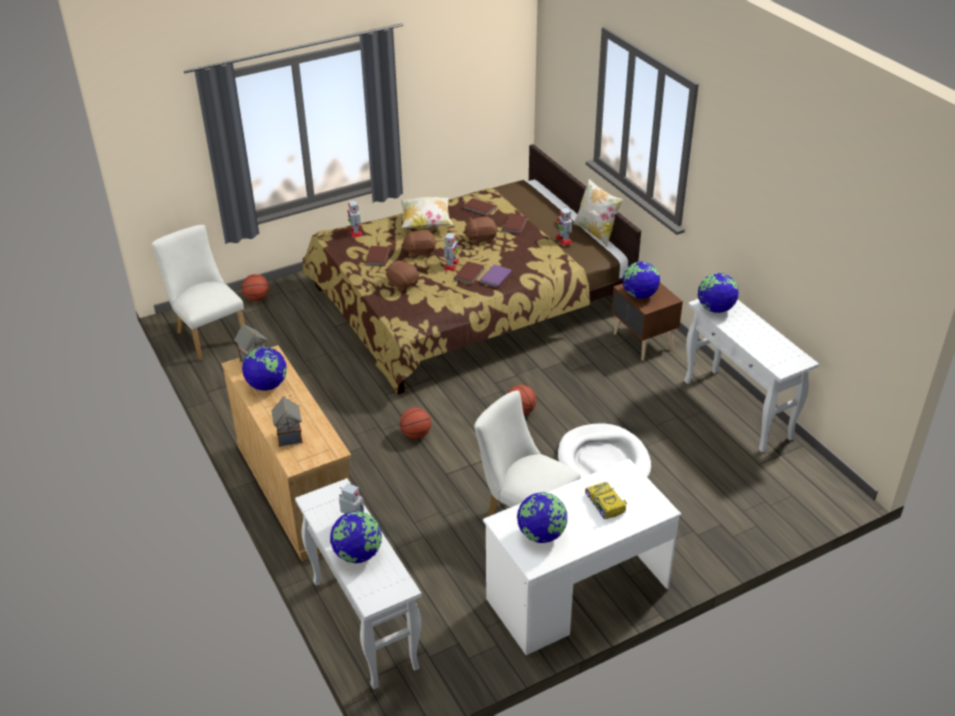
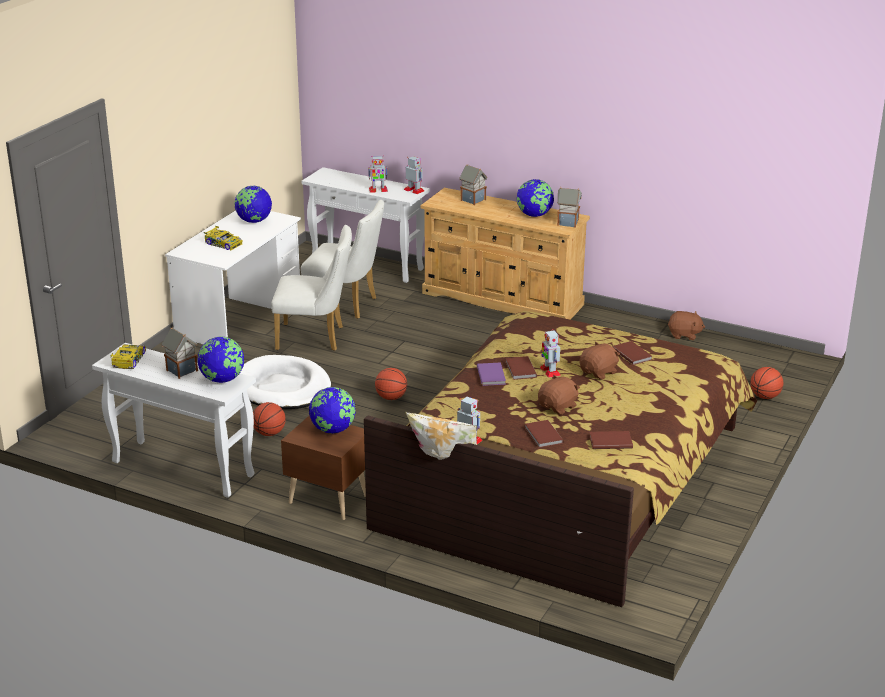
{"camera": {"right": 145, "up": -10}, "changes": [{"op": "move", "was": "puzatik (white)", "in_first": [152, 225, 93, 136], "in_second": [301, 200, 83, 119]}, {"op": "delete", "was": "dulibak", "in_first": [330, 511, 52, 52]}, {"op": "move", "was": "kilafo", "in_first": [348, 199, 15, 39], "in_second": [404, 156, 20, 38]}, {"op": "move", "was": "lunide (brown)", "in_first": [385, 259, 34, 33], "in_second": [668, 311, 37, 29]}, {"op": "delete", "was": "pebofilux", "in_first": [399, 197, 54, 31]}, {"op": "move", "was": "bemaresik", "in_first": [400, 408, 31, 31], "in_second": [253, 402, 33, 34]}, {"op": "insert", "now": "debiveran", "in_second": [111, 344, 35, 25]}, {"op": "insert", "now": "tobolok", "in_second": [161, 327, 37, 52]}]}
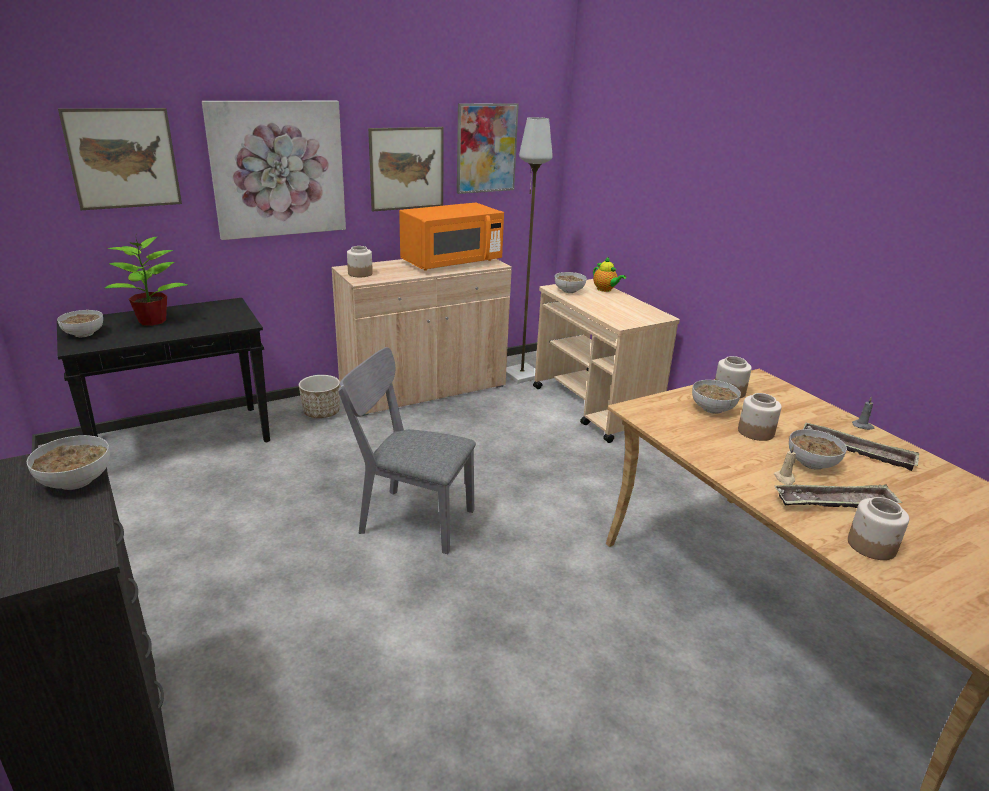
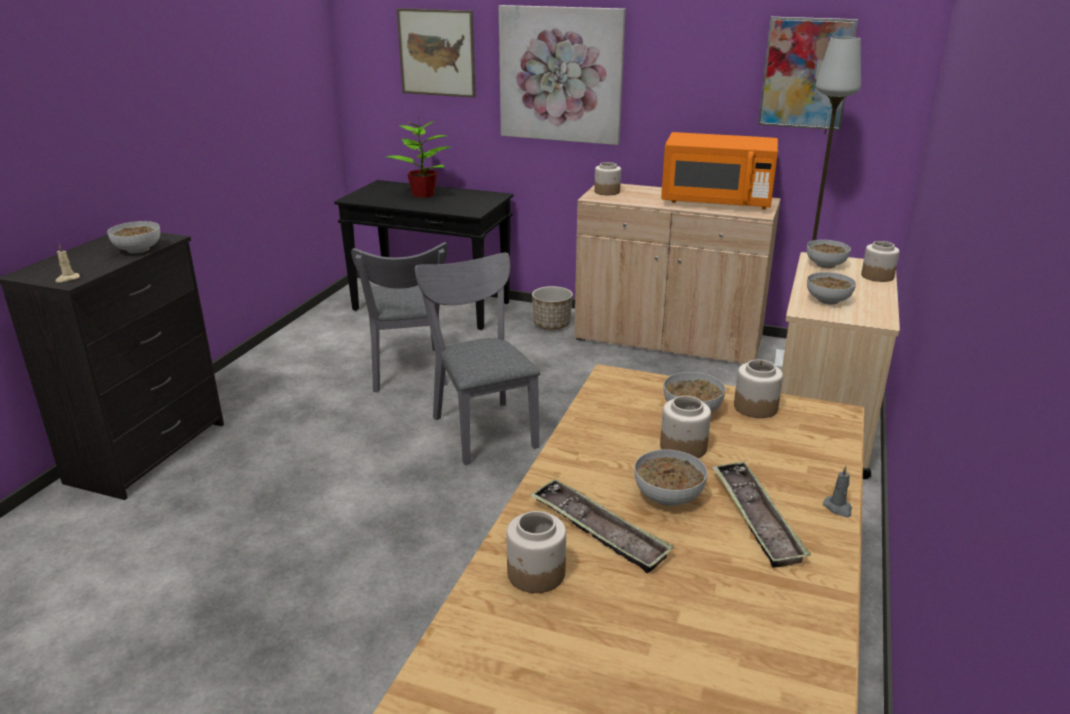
{"camera": {"right": 50, "up": 0}, "changes": [{"op": "move", "was": "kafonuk", "in_first": [57, 310, 46, 27], "in_second": [807, 272, 49, 32]}, {"op": "delete", "was": "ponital", "in_first": [368, 127, 76, 85]}, {"op": "replace", "was": "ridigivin", "now": "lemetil", "in_first": [593, 257, 33, 35], "in_second": [861, 241, 39, 41]}, {"op": "move", "was": "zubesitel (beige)", "in_first": [774, 446, 22, 39], "in_second": [55, 244, 25, 38]}, {"op": "insert", "now": "puzatik (grey)", "in_second": [351, 242, 97, 150]}]}
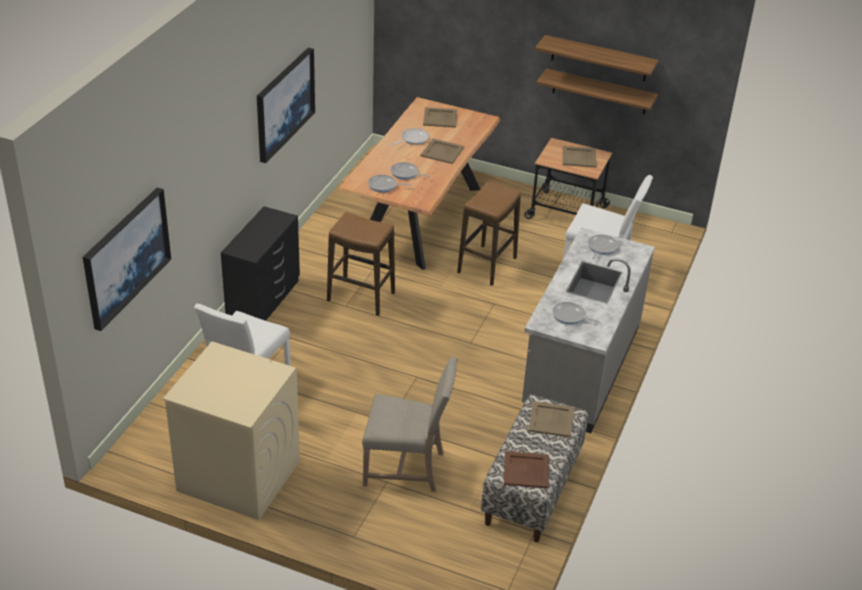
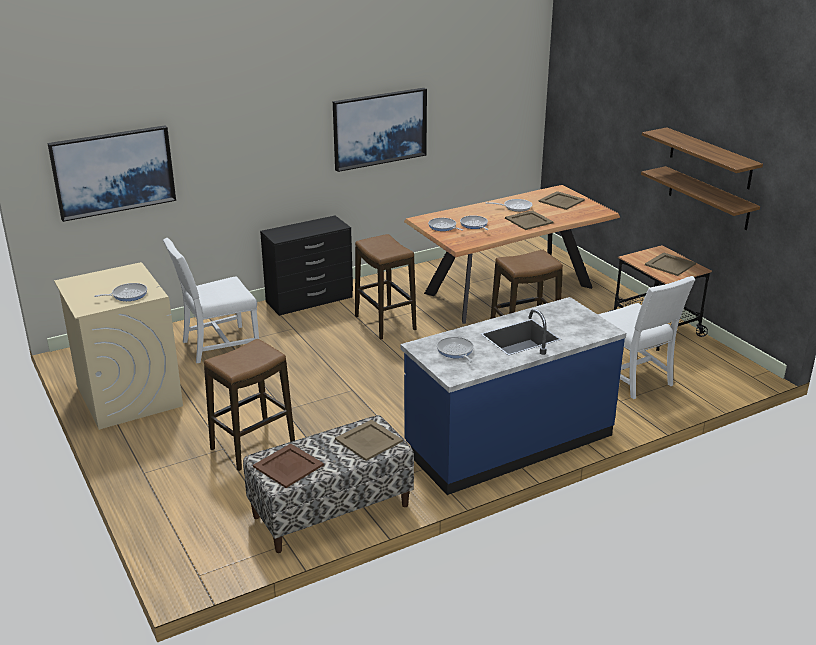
{"camera": {"right": 40, "up": -10}, "changes": [{"op": "replace", "was": "puzatik (beige)", "now": "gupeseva", "in_first": [362, 357, 95, 135], "in_second": [204, 339, 91, 132]}, {"op": "recolor", "was": "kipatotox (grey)", "now": "kipatotox (blue)", "in_first": [522, 228, 133, 205], "in_second": [400, 297, 226, 198]}, {"op": "move", "was": "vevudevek", "in_first": [588, 235, 30, 24], "in_second": [94, 283, 53, 18]}]}
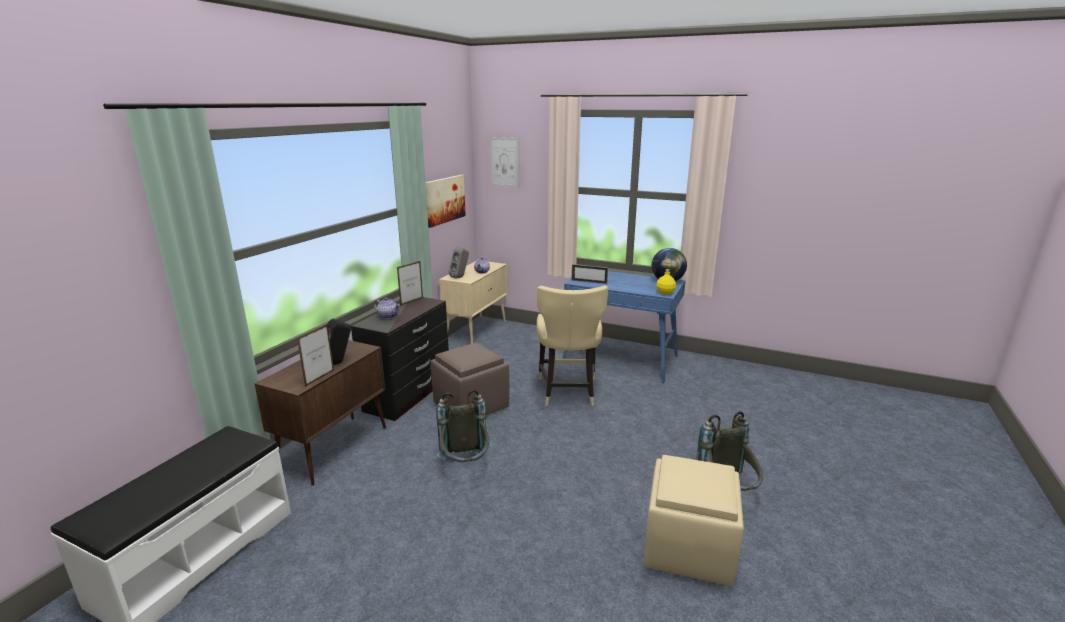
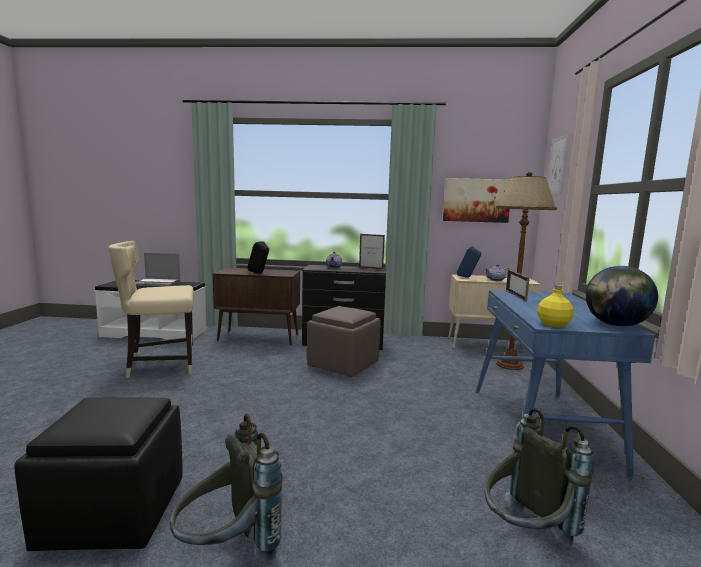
{"camera": {"right": 70, "up": -10}, "changes": [{"op": "delete", "was": "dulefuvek", "in_first": [297, 324, 37, 63]}, {"op": "move", "was": "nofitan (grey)", "in_first": [436, 390, 53, 72], "in_second": [484, 408, 110, 139]}, {"op": "recolor", "was": "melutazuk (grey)", "now": "melutazuk (blue)", "in_first": [449, 246, 20, 33], "in_second": [457, 246, 24, 31]}, {"op": "move", "was": "puzatik (beige)", "in_first": [537, 285, 71, 121], "in_second": [108, 241, 86, 137]}, {"op": "recolor", "was": "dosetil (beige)", "now": "dosetil (black)", "in_first": [644, 455, 100, 131], "in_second": [14, 398, 169, 153]}, {"op": "insert", "now": "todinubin", "in_second": [135, 253, 46, 34]}, {"op": "insert", "now": "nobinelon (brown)", "in_second": [496, 172, 61, 198]}]}
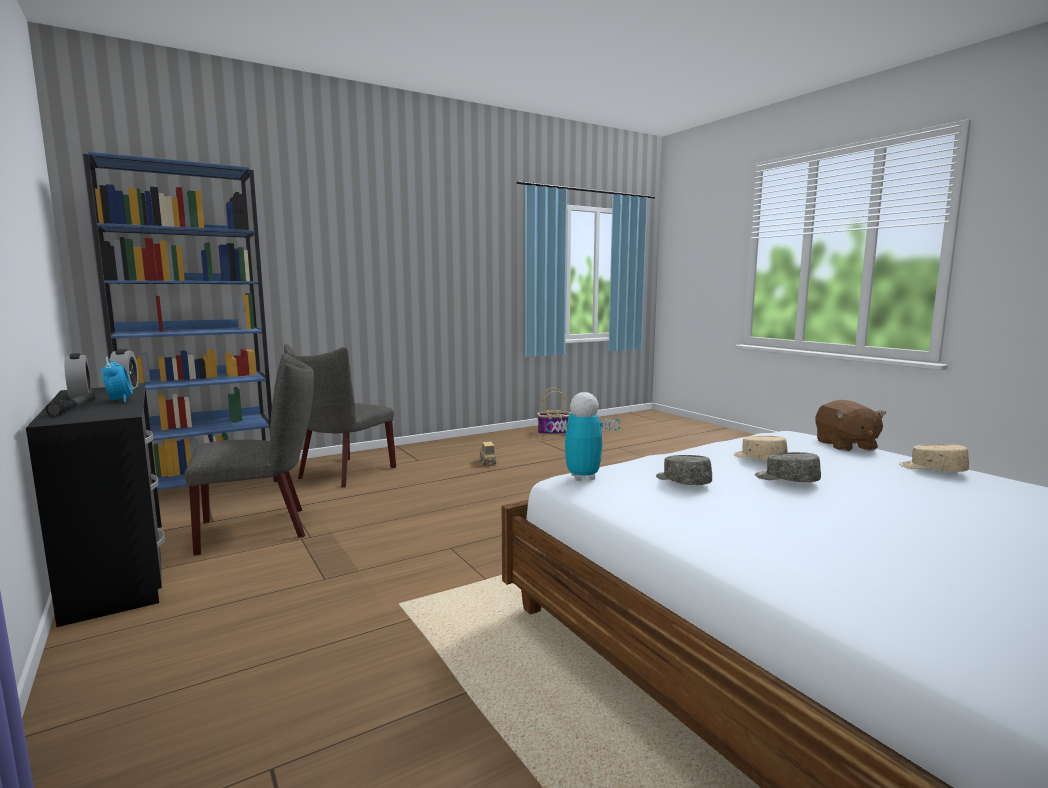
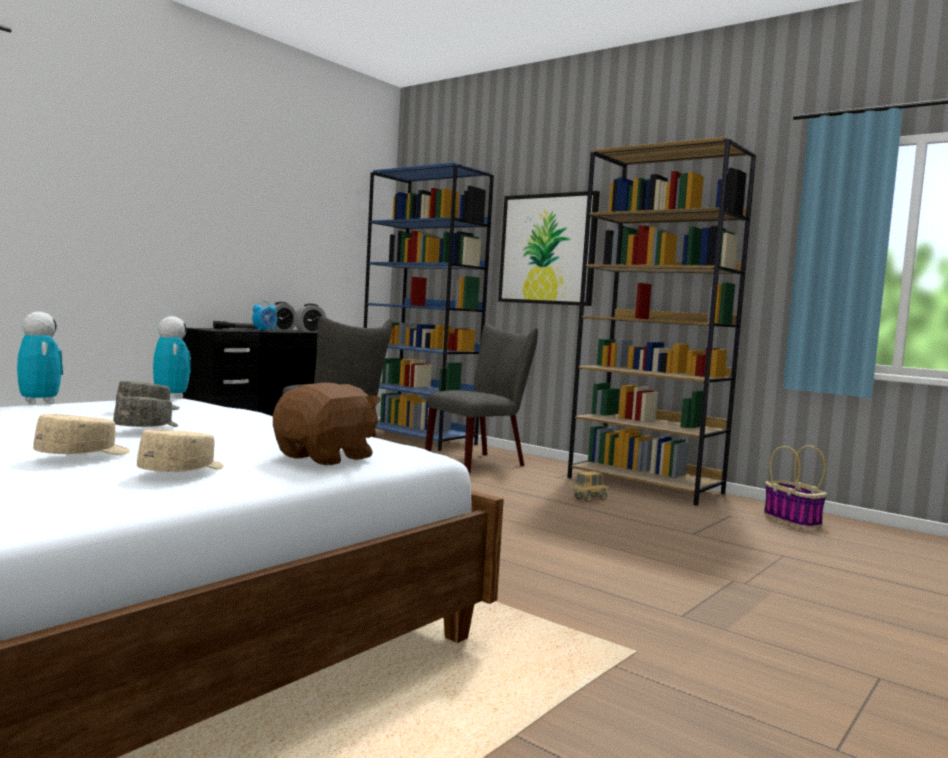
{"camera": {"right": 70, "up": -5}, "changes": [{"op": "rotate", "was": "puzatik (grey)", "in_first": [284, 344, 112, 144], "in_second": [425, 324, 113, 149], "clockwise": 135}, {"op": "move", "was": "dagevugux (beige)", "in_first": [734, 436, 54, 25], "in_second": [33, 414, 97, 41]}, {"op": "rotate", "was": "lunide (brown)", "in_first": [815, 400, 71, 51], "in_second": [273, 382, 108, 83], "clockwise": 150}, {"op": "insert", "now": "kilafo", "in_second": [17, 312, 46, 92]}, {"op": "insert", "now": "ponital", "in_second": [498, 191, 102, 115]}, {"op": "insert", "now": "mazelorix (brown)", "in_second": [567, 137, 189, 369]}]}
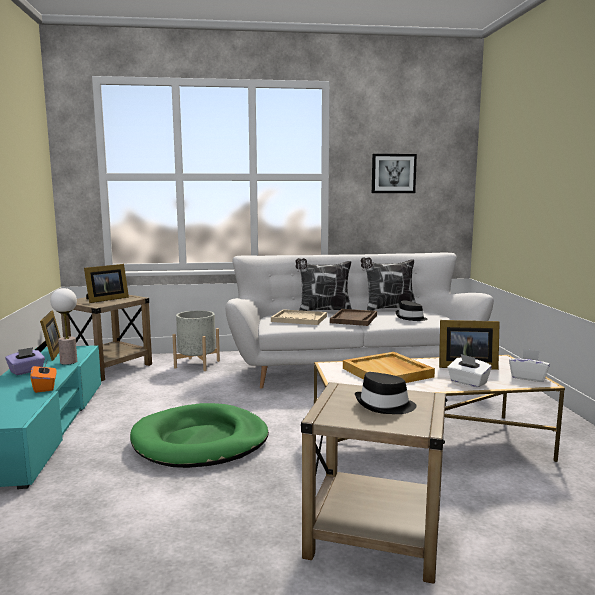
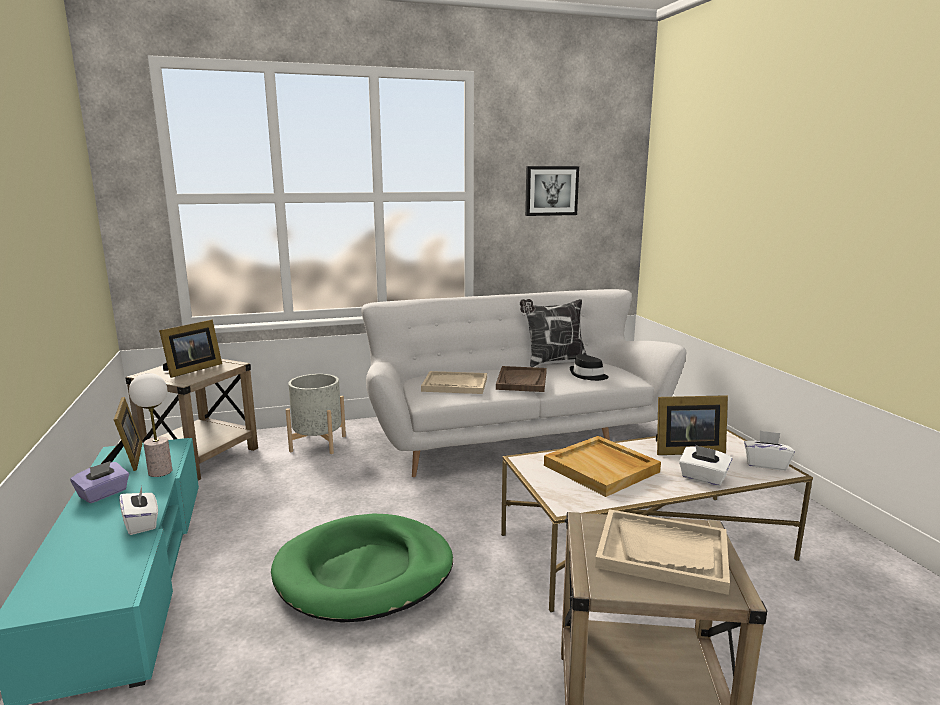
{"camera": {"right": -10, "up": 5}, "changes": [{"op": "recolor", "was": "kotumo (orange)", "now": "kotumo (white)", "in_first": [30, 362, 26, 31], "in_second": [119, 486, 39, 49]}, {"op": "delete", "was": "pebofilux", "in_first": [295, 258, 57, 53]}, {"op": "replace", "was": "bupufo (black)", "now": "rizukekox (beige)", "in_first": [355, 372, 62, 42], "in_second": [595, 509, 135, 86]}]}
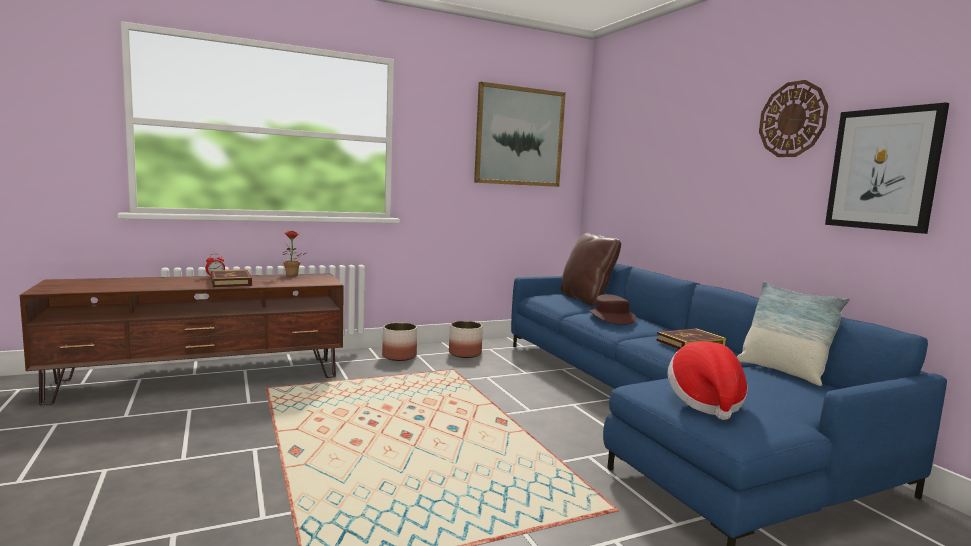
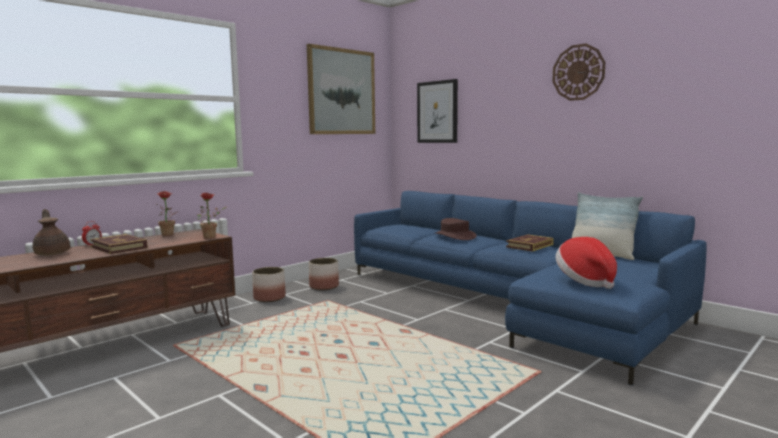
{"camera": {"right": -20, "up": 0}, "changes": [{"op": "delete", "was": "pebofilux (brown)", "in_first": [561, 233, 60, 73]}, {"op": "move", "was": "ponital", "in_first": [825, 102, 124, 132], "in_second": [417, 79, 41, 64]}, {"op": "insert", "now": "ridigivin (brown)", "in_second": [33, 209, 37, 46]}, {"op": "insert", "now": "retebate", "in_second": [197, 193, 30, 46]}]}
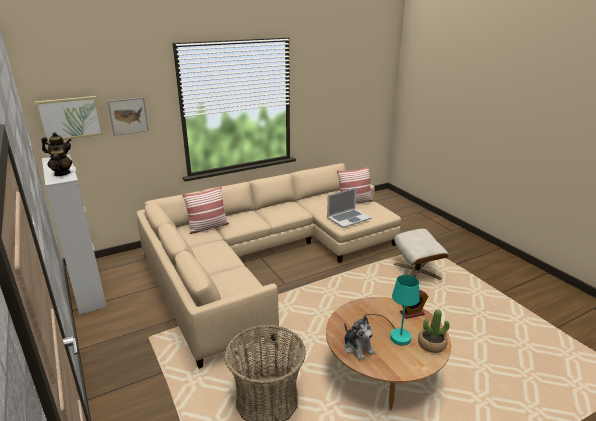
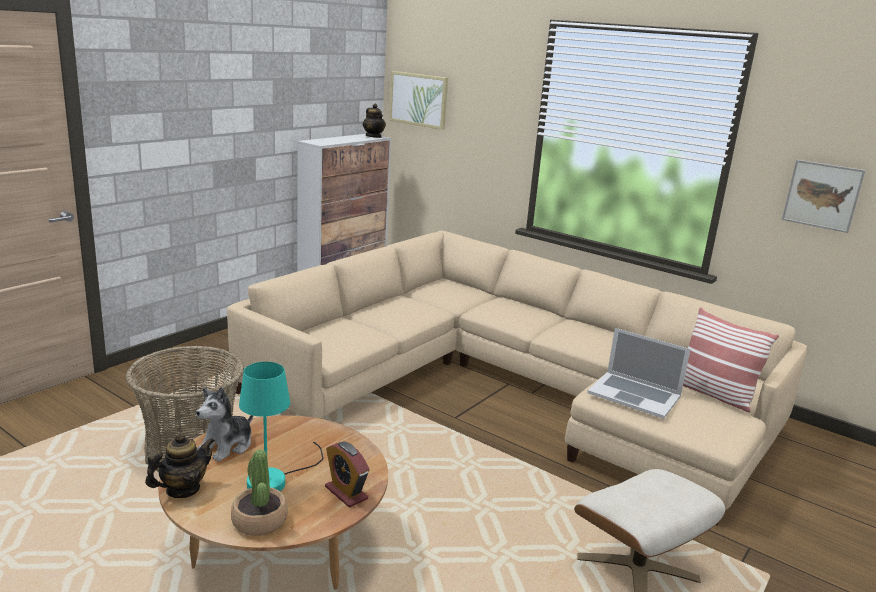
{"camera": {"right": 65, "up": -5}, "changes": [{"op": "move", "was": "ridigivin", "in_first": [47, 145, 25, 31], "in_second": [145, 433, 70, 65]}, {"op": "move", "was": "ponital", "in_first": [108, 97, 41, 39], "in_second": [782, 160, 84, 73]}, {"op": "delete", "was": "pebofilux", "in_first": [182, 187, 47, 47]}]}
